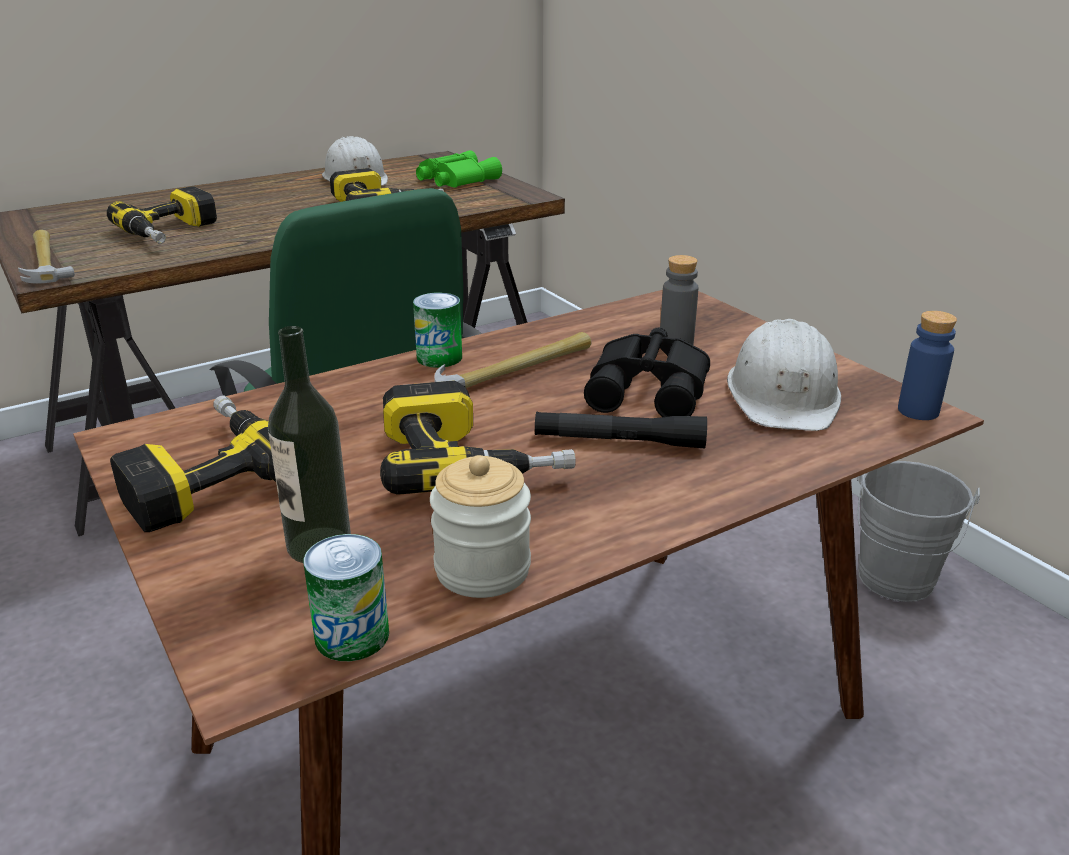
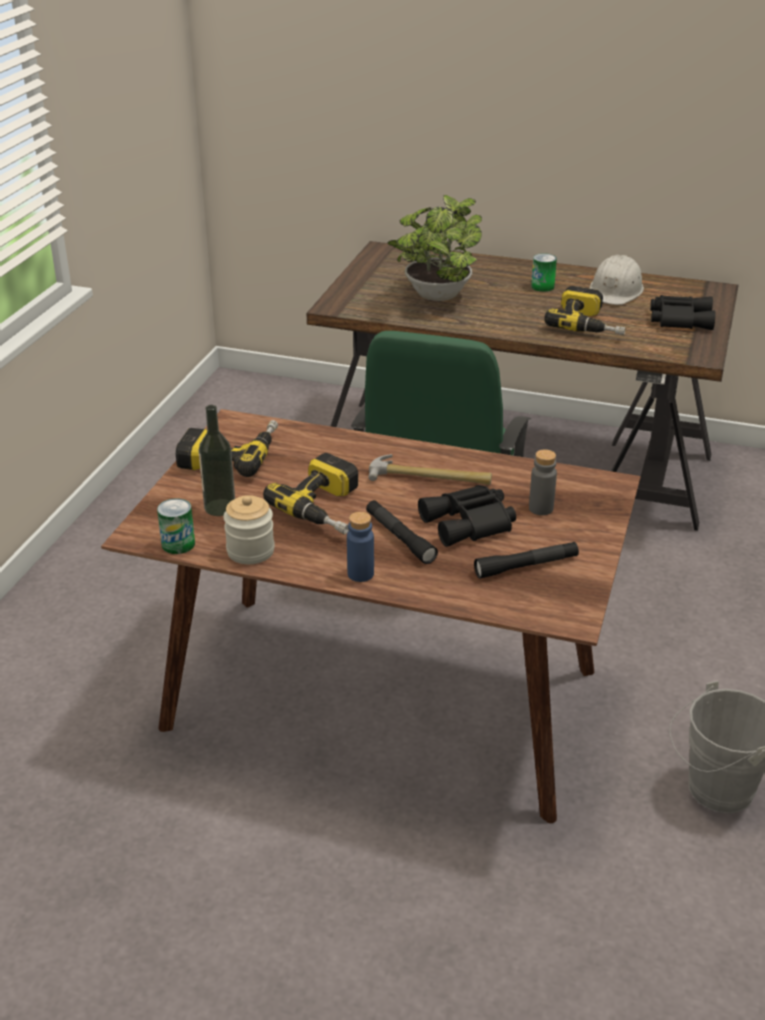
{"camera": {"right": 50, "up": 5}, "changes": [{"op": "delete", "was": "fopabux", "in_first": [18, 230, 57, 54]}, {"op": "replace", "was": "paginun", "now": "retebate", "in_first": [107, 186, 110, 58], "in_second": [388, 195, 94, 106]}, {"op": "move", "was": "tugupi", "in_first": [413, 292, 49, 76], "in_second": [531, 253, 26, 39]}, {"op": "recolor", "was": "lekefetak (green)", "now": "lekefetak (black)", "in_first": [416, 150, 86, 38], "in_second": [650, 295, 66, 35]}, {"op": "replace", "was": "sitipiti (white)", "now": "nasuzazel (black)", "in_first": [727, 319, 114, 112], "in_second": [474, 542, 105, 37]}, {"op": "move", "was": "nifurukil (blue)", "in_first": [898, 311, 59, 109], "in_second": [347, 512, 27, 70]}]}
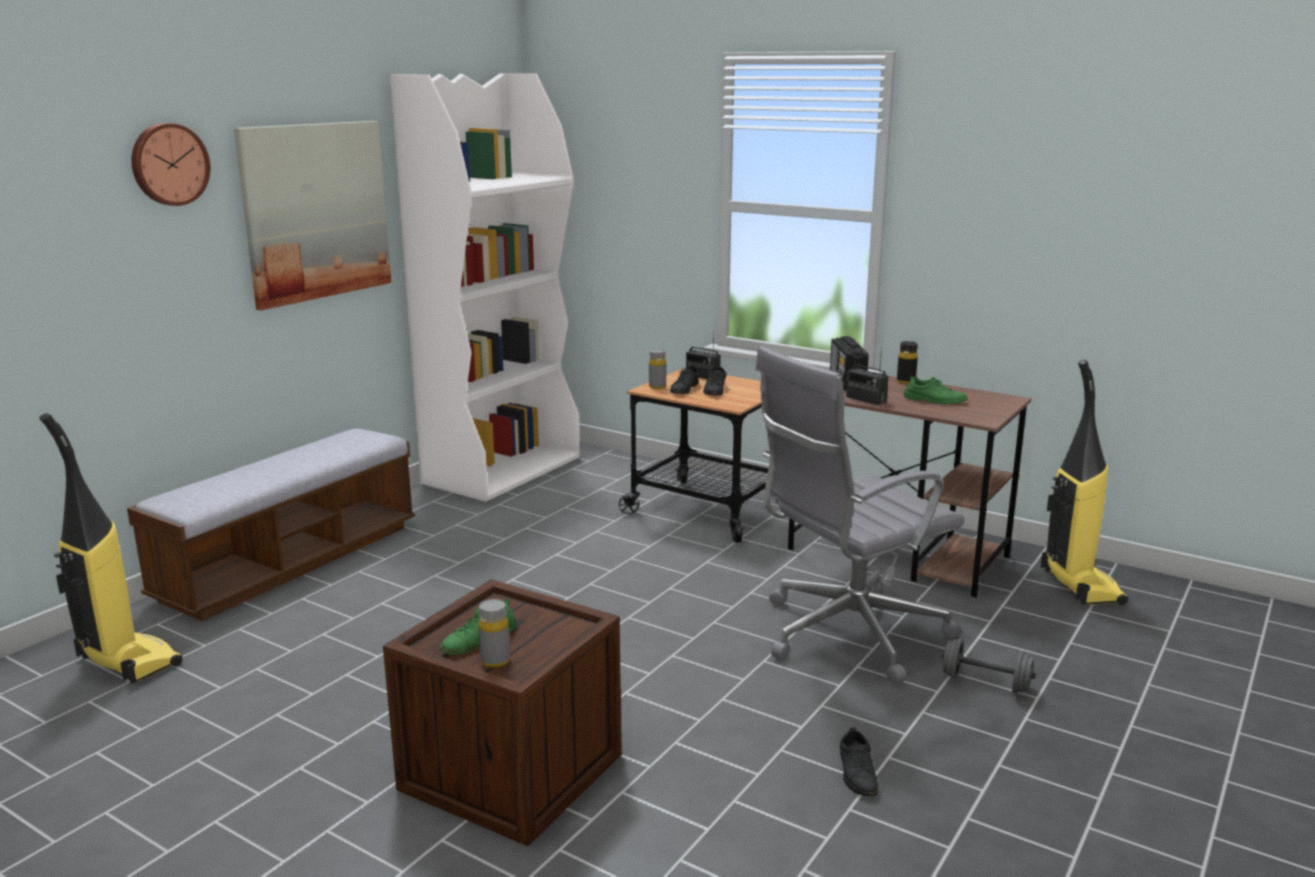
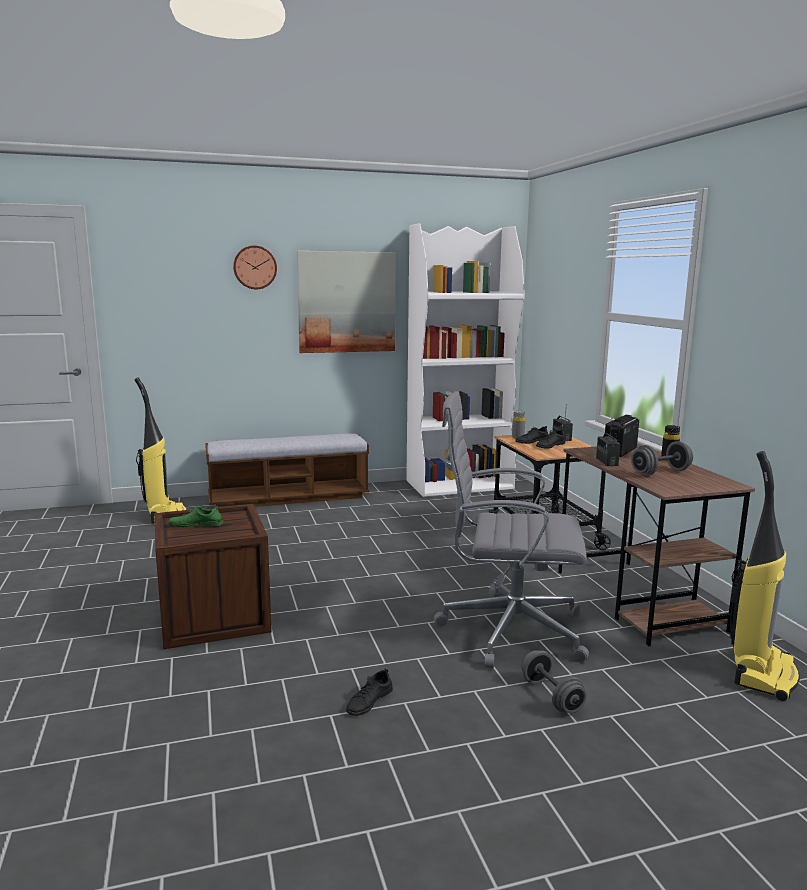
{"camera": {"right": 40, "up": -5}, "changes": [{"op": "delete", "was": "nifurukil (grey)", "in_first": [478, 599, 32, 69]}, {"op": "replace", "was": "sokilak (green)", "now": "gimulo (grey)", "in_first": [903, 375, 64, 29], "in_second": [631, 441, 62, 35]}]}
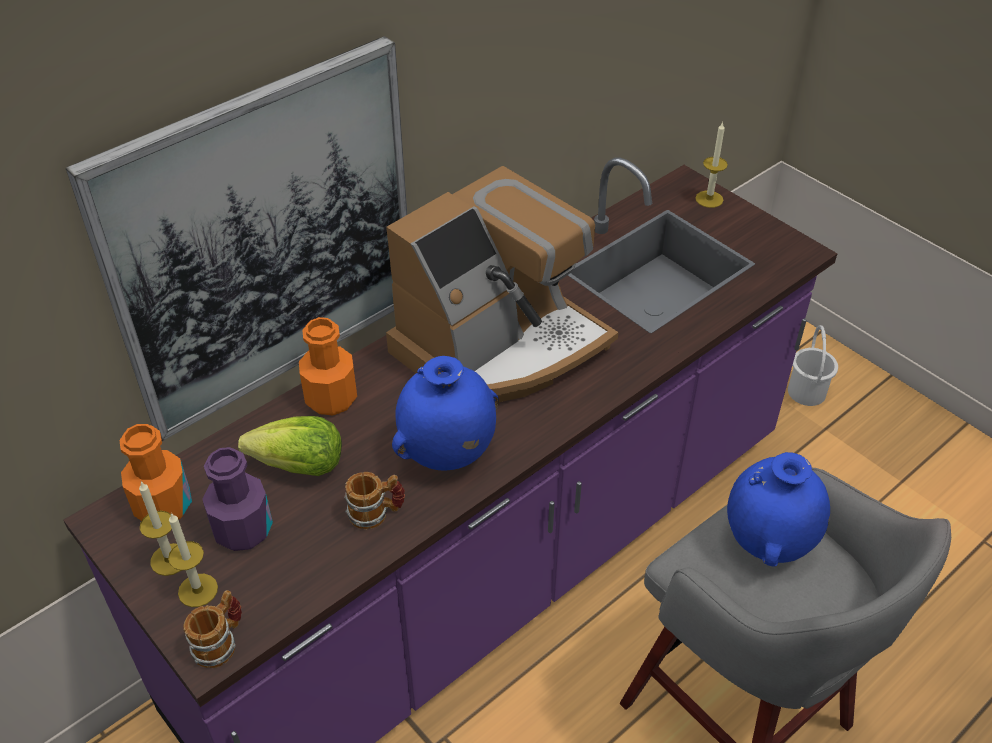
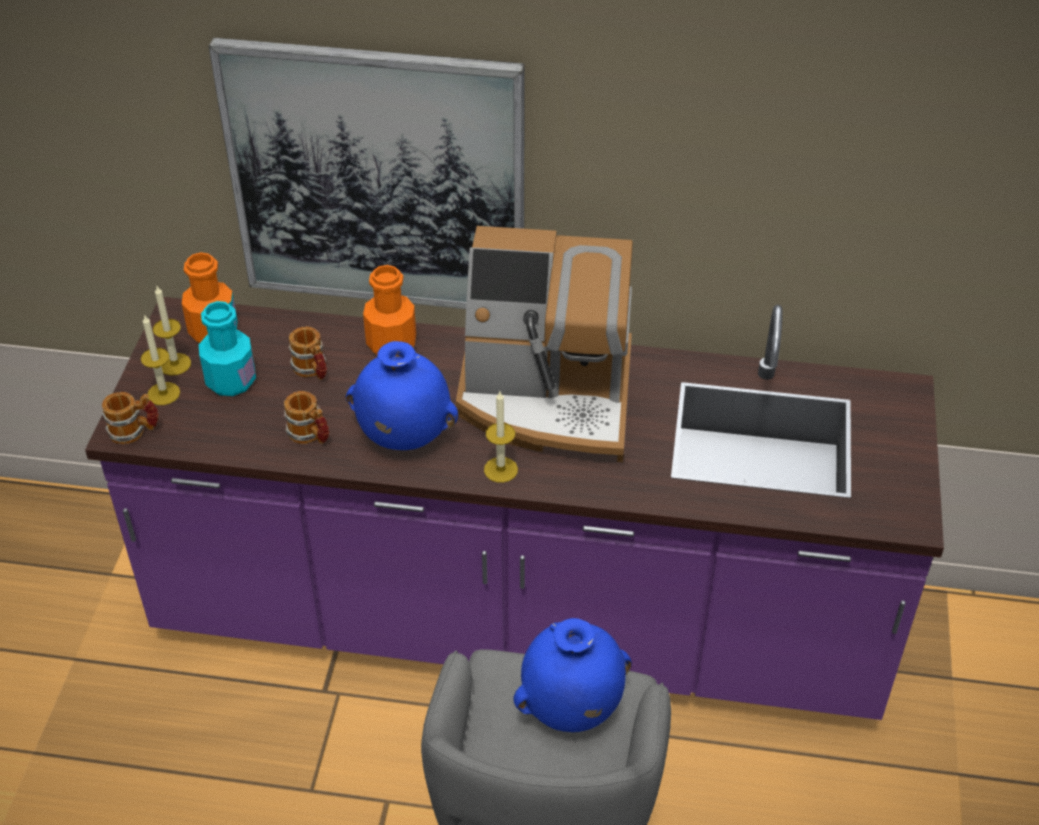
{"camera": {"right": 50, "up": 0}, "changes": [{"op": "recolor", "was": "nifurukil (purple)", "now": "nifurukil (turquoise)", "in_first": [202, 447, 71, 104], "in_second": [199, 301, 57, 95]}, {"op": "replace", "was": "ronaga", "now": "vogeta", "in_first": [238, 416, 104, 60], "in_second": [288, 326, 39, 54]}, {"op": "move", "was": "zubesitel", "in_first": [695, 122, 33, 86], "in_second": [484, 392, 34, 91]}, {"op": "delete", "was": "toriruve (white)", "in_first": [788, 325, 50, 81]}]}
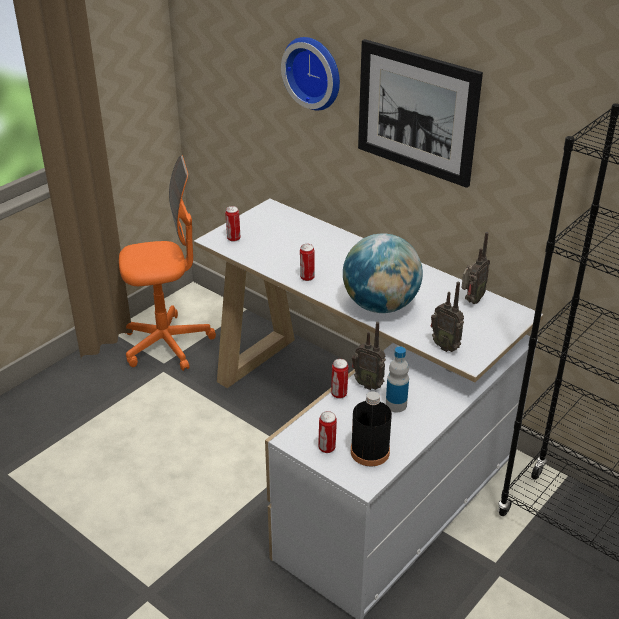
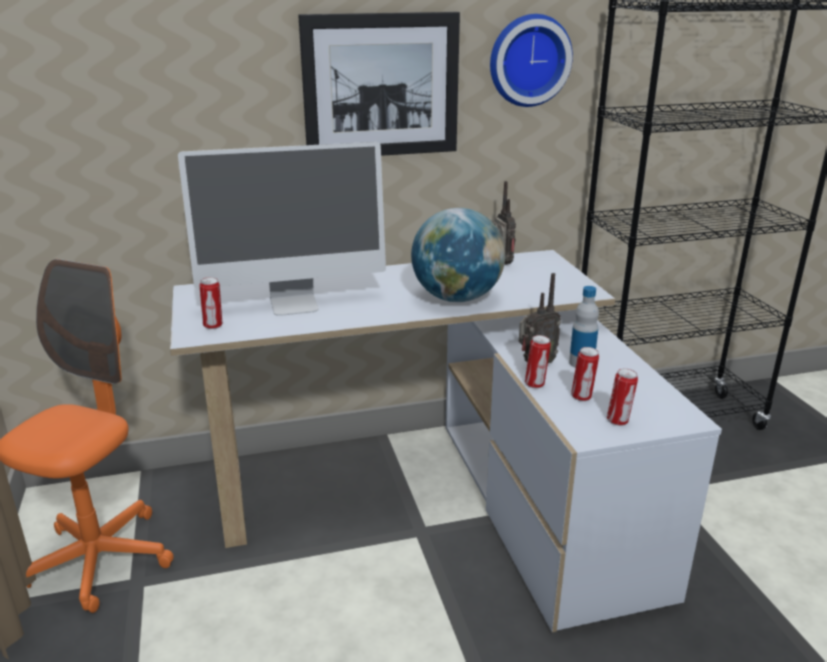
{"camera": {"right": -55, "up": -10}, "changes": [{"op": "move", "was": "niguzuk", "in_first": [281, 37, 59, 73], "in_second": [490, 14, 83, 93]}, {"op": "move", "was": "tugupi", "in_first": [300, 244, 15, 37], "in_second": [571, 347, 28, 54]}, {"op": "delete", "was": "nifurukil (black)", "in_first": [351, 391, 41, 75]}, {"op": "delete", "was": "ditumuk", "in_first": [430, 282, 34, 70]}, {"op": "insert", "now": "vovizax", "in_second": [178, 142, 208, 174]}]}
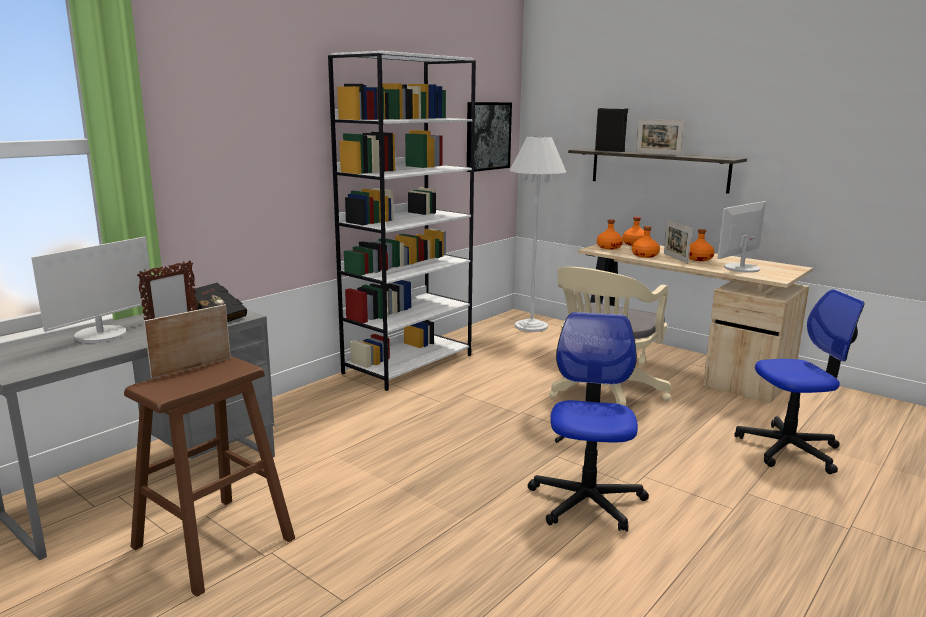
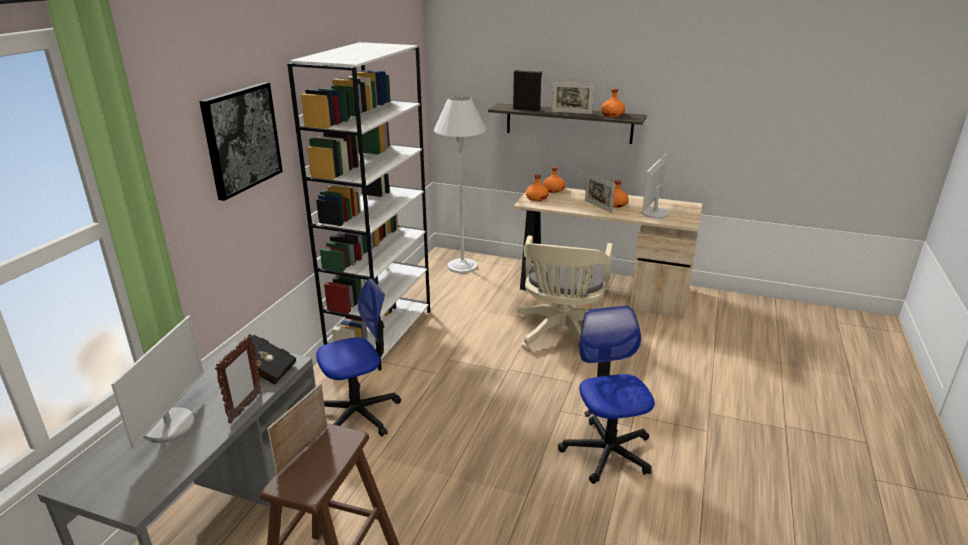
{"camera": {"right": -20, "up": 10}, "changes": [{"op": "move", "was": "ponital", "in_first": [467, 102, 45, 70], "in_second": [199, 82, 84, 119]}, {"op": "move", "was": "nifurukil (orange)", "in_first": [632, 226, 28, 32], "in_second": [601, 88, 24, 29]}, {"op": "move", "was": "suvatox", "in_first": [734, 289, 131, 185], "in_second": [316, 278, 85, 159]}]}
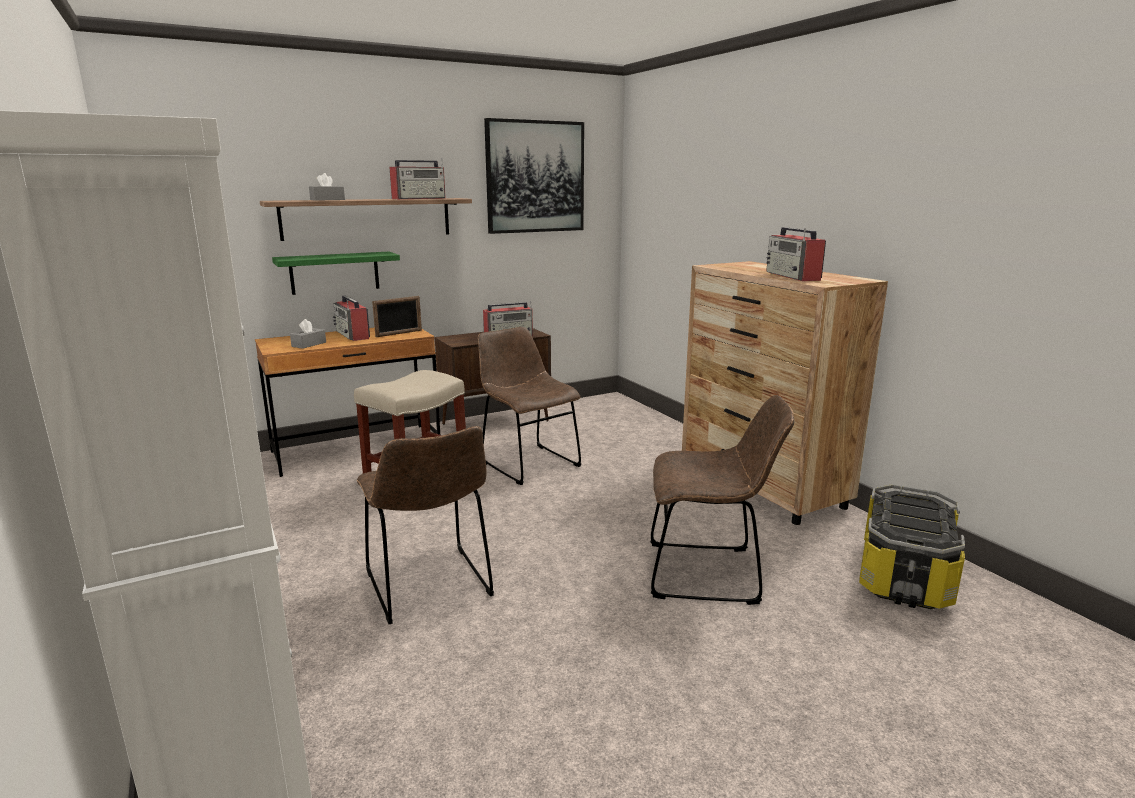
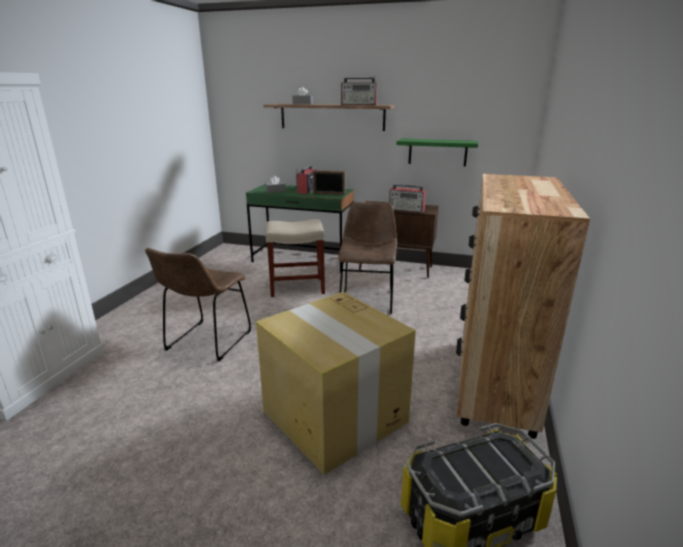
{"camera": {"right": 45, "up": 5}, "changes": [{"op": "recolor", "was": "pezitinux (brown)", "now": "pezitinux (green)", "in_first": [255, 327, 185, 150], "in_second": [246, 184, 108, 89]}, {"op": "move", "was": "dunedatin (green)", "in_first": [272, 252, 128, 43], "in_second": [396, 138, 82, 28]}, {"op": "delete", "was": "ponital", "in_first": [484, 118, 100, 116]}, {"op": "replace", "was": "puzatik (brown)", "now": "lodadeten", "in_first": [650, 395, 144, 210], "in_second": [256, 292, 160, 183]}, {"op": "delete", "was": "ditumuk", "in_first": [766, 227, 60, 54]}]}
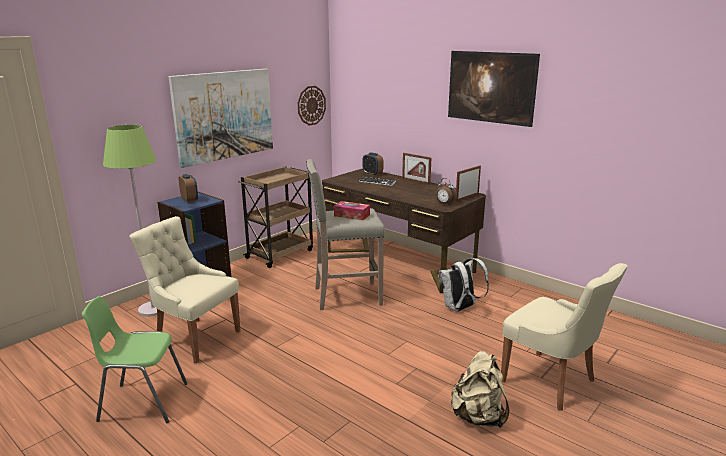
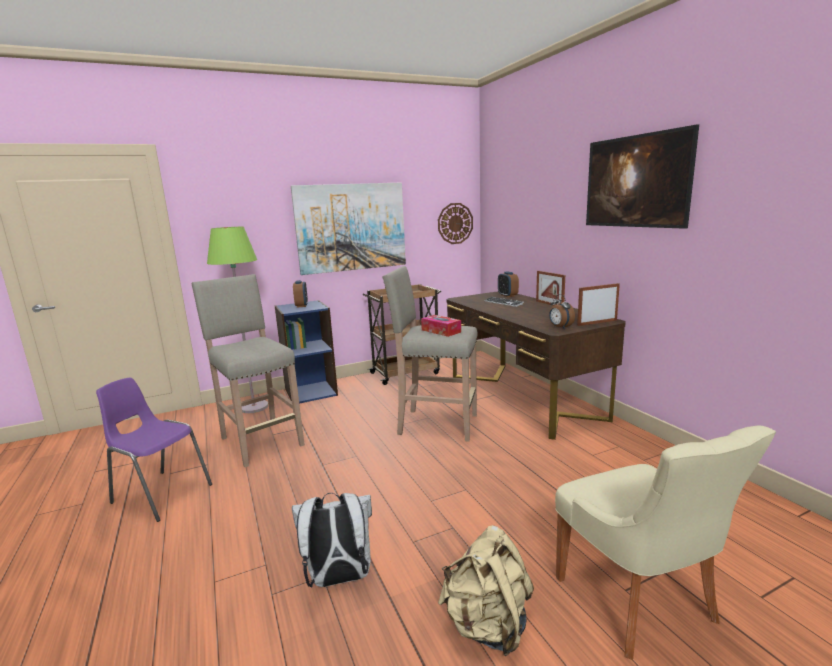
{"camera": {"right": 25, "up": -5}, "changes": [{"op": "recolor", "was": "puzatik (green)", "now": "puzatik (purple)", "in_first": [82, 296, 106, 127], "in_second": [96, 377, 116, 145]}, {"op": "replace", "was": "puzatik (beige)", "now": "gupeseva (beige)", "in_first": [129, 216, 112, 147], "in_second": [192, 274, 113, 193]}, {"op": "move", "was": "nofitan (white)", "in_first": [439, 258, 50, 54], "in_second": [292, 493, 80, 94]}]}
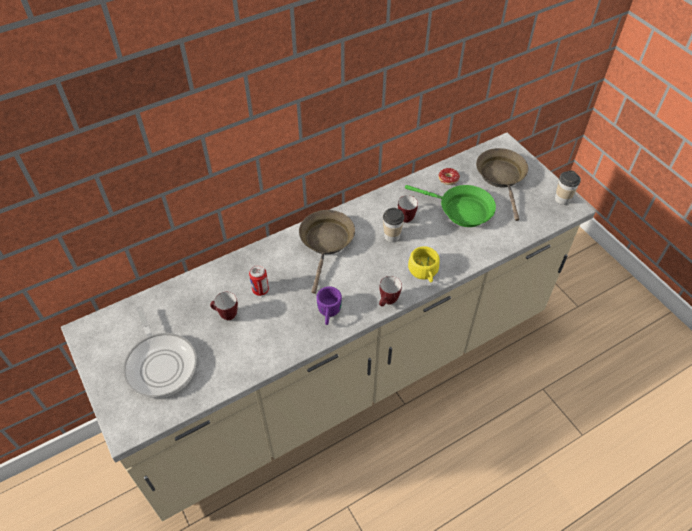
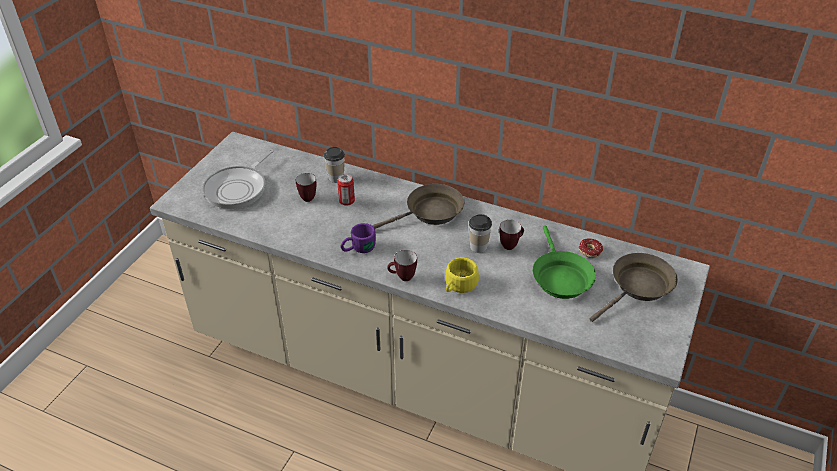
{"camera": {"right": 55, "up": -10}, "changes": [{"op": "move", "was": "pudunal", "in_first": [555, 170, 26, 35], "in_second": [324, 147, 21, 36]}]}
